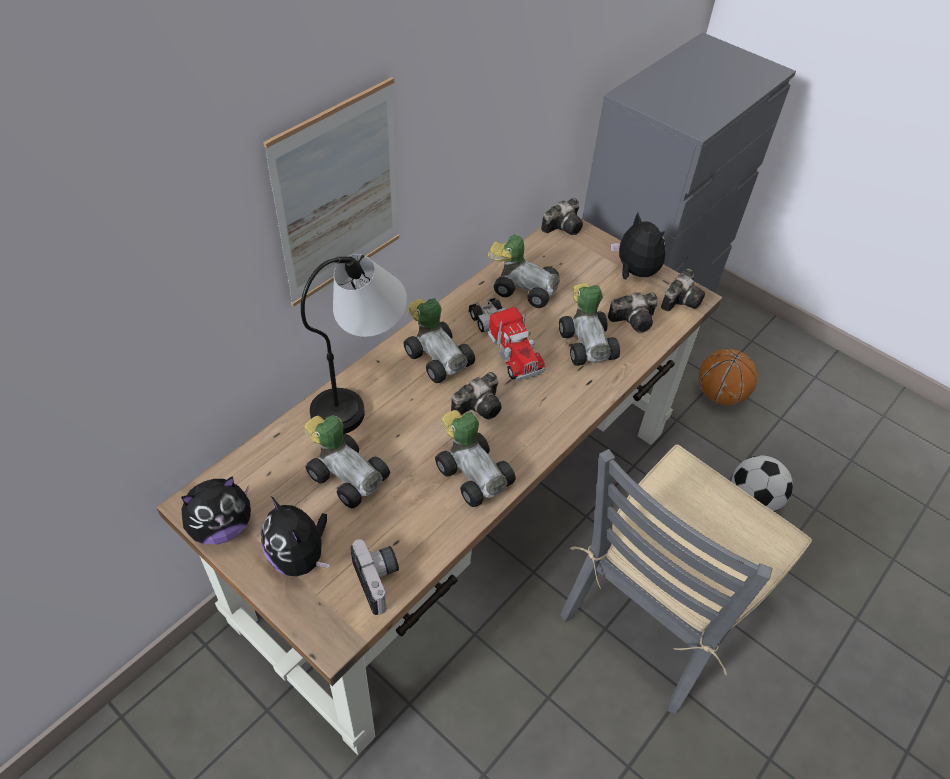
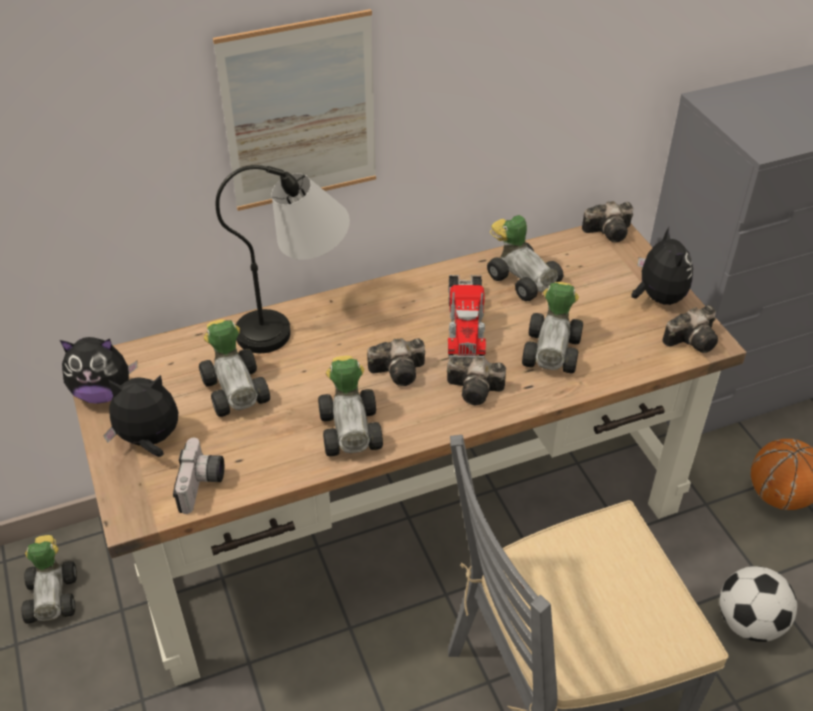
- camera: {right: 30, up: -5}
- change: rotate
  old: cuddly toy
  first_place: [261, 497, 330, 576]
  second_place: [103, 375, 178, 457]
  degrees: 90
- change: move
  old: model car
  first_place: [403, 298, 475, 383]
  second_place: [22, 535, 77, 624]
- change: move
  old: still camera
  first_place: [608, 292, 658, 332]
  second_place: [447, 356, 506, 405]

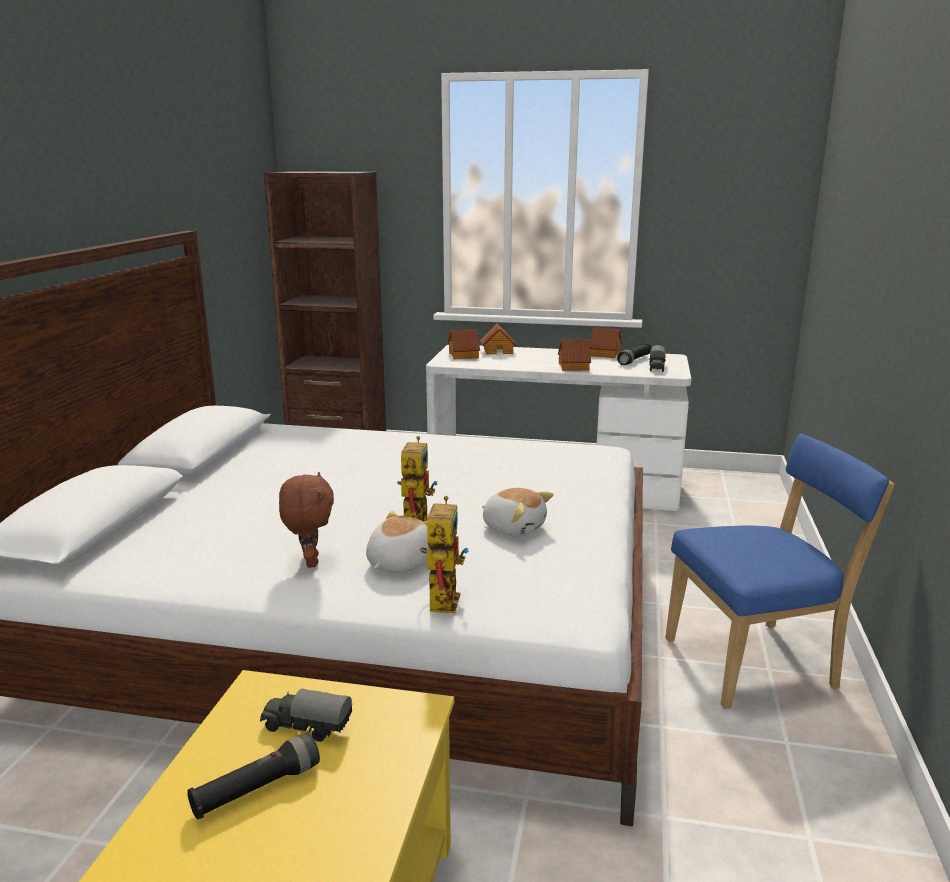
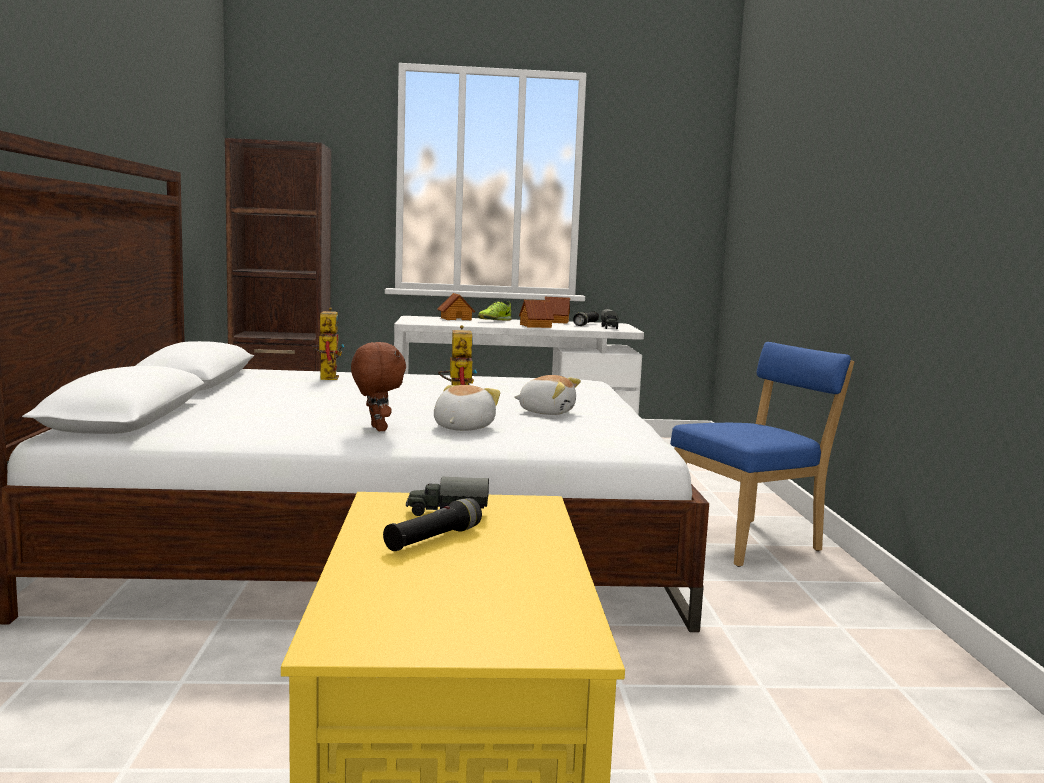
- camera: {right: -15, up: -10}
- change: move
  old: toy robot
  first_place: [420, 496, 468, 613]
  second_place: [312, 307, 345, 380]
- change: delete
  old: miniature house
  first_place: [448, 329, 480, 360]
- change: insert
  new: low shoe
  second_place: [478, 301, 512, 321]

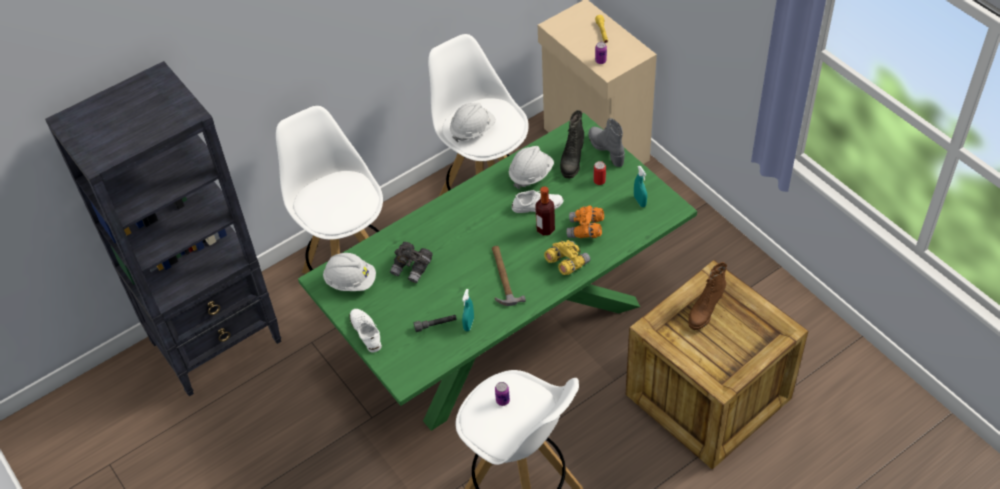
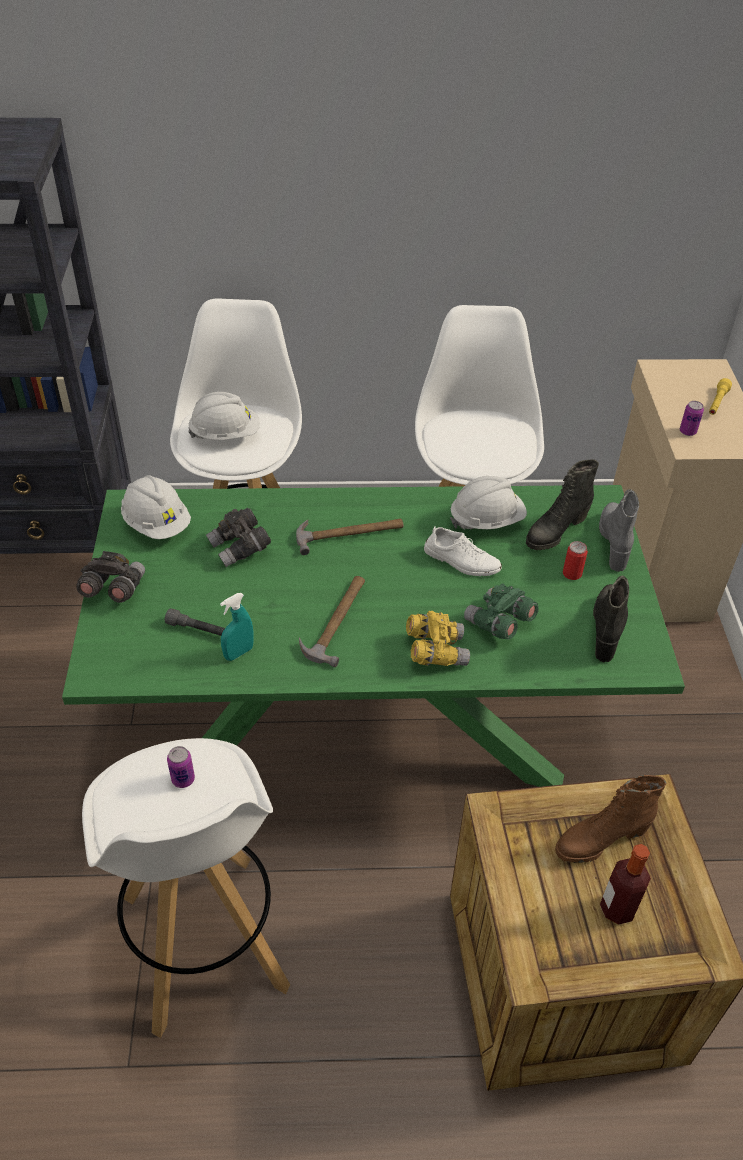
- camera: {right: 30, up: -5}
- change: replace
  old: white-coloured low shoe
  new: gray pair of binoculars
  first_place: [349, 309, 382, 353]
  second_place: [76, 551, 145, 603]
- change: move
  old: white-coloured hard hat
  first_place: [450, 103, 496, 142]
  second_place: [188, 392, 260, 440]
- change: move
  old: bottle
  first_place: [535, 186, 555, 235]
  second_place: [600, 844, 651, 924]
- change: recolor
  old: orangey pair of binoculars
  new: greenish pair of binoculars
  first_place: [566, 205, 604, 238]
  second_place: [464, 583, 538, 639]
- change: replace
  old: turquoise hand sprayer
  new: blackish tall boot
  first_place: [634, 166, 647, 207]
  second_place: [593, 576, 629, 662]
- change: insert
  new: hammer
  second_place: [296, 519, 404, 555]

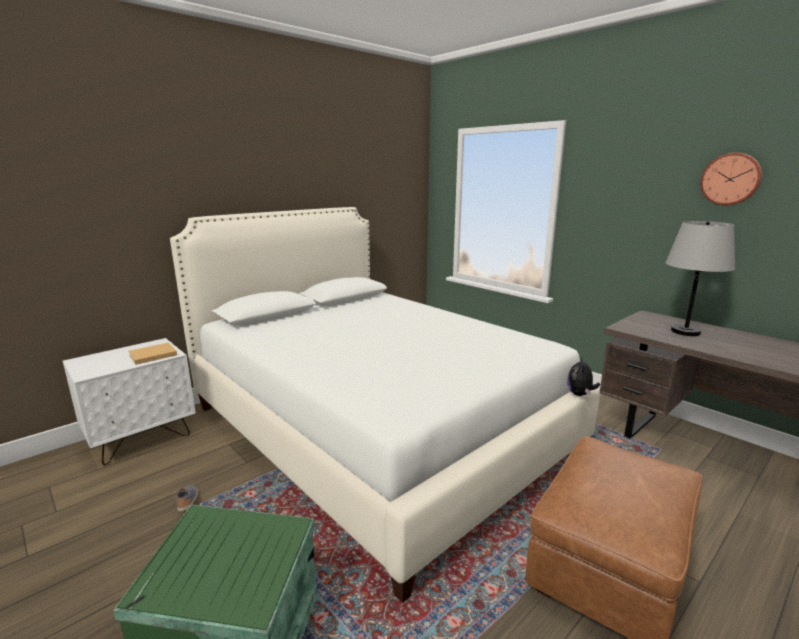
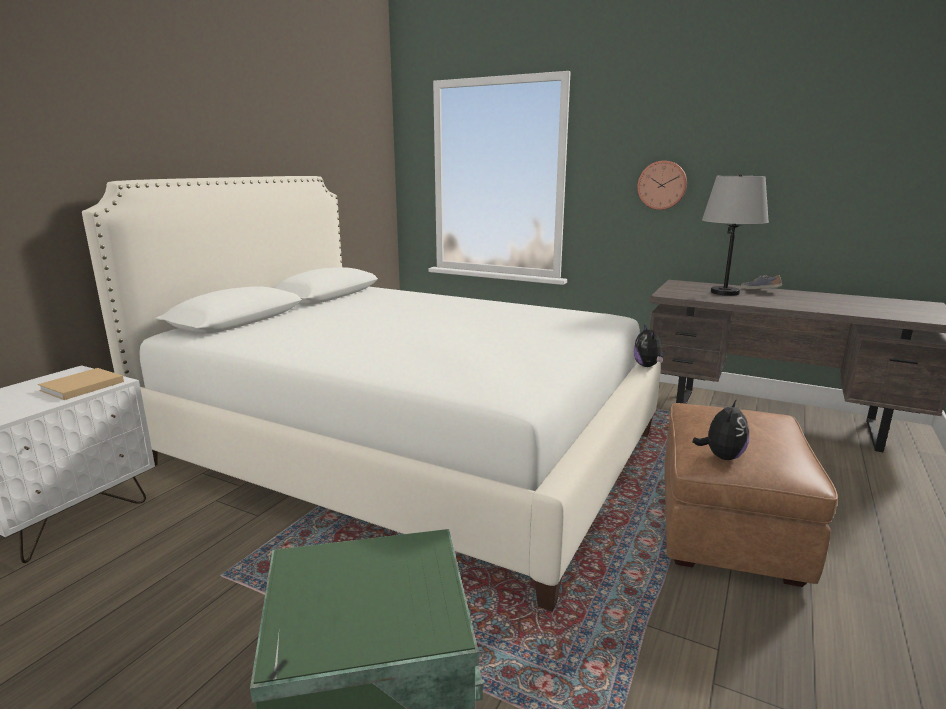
- camera: {right: -20, up: 0}
- change: move
  old: low shoe
  first_place: [177, 485, 198, 512]
  second_place: [741, 275, 782, 289]
- change: move
  old: wall clock
  first_place: [700, 153, 762, 205]
  second_place: [637, 161, 687, 210]
- change: insert
  new: cuddly toy
  second_place: [693, 399, 749, 460]

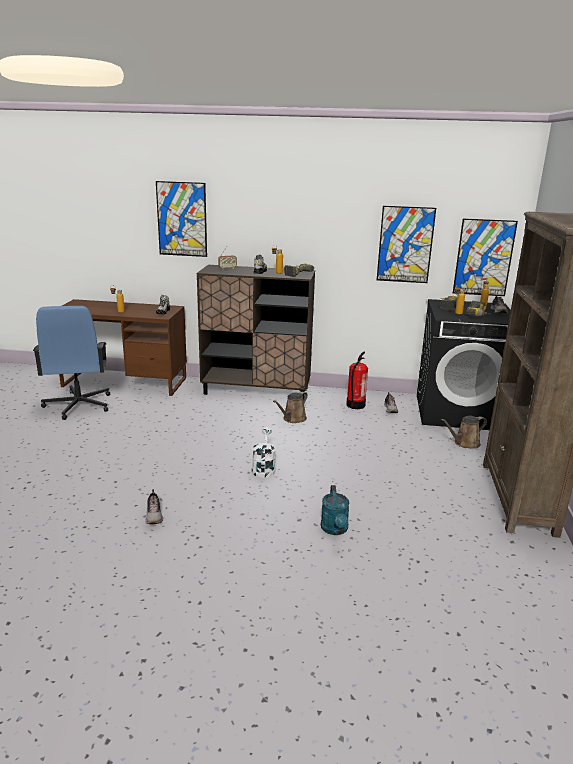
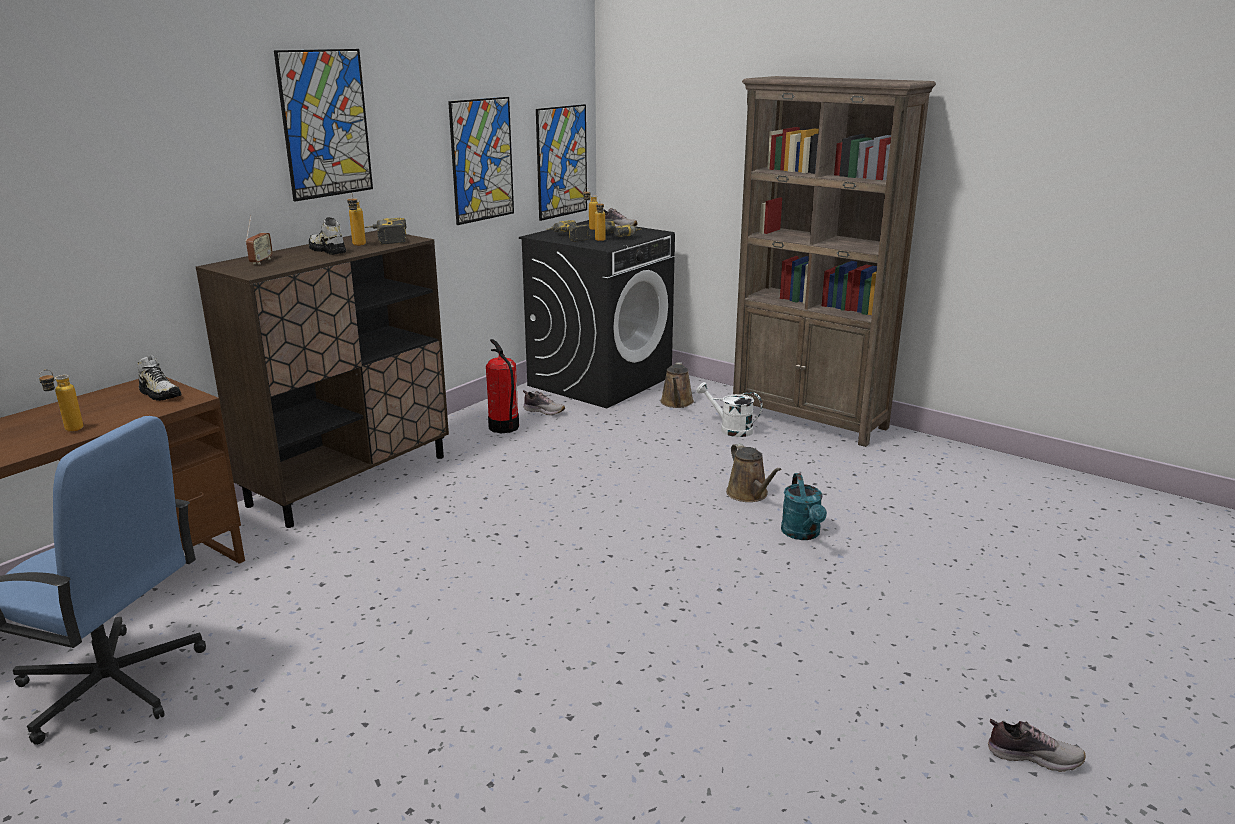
- camera: {right: -60, up: 0}
- change: move
  old: low shoe
  first_place: [145, 489, 163, 524]
  second_place: [988, 719, 1086, 772]
- change: move
  old: wall picture
  first_place: [156, 181, 207, 257]
  second_place: [274, 49, 373, 201]
- change: move
  old: white-coloured watering can
  first_place: [252, 427, 276, 478]
  second_place: [696, 382, 763, 437]
- change: move
  old: brown-coloured watering can
  first_place: [273, 392, 308, 423]
  second_place: [726, 443, 782, 502]
- change: rotate
  old: turquoise watering can
  first_place: [321, 485, 349, 535]
  second_place: [781, 473, 827, 540]
  degrees: 60

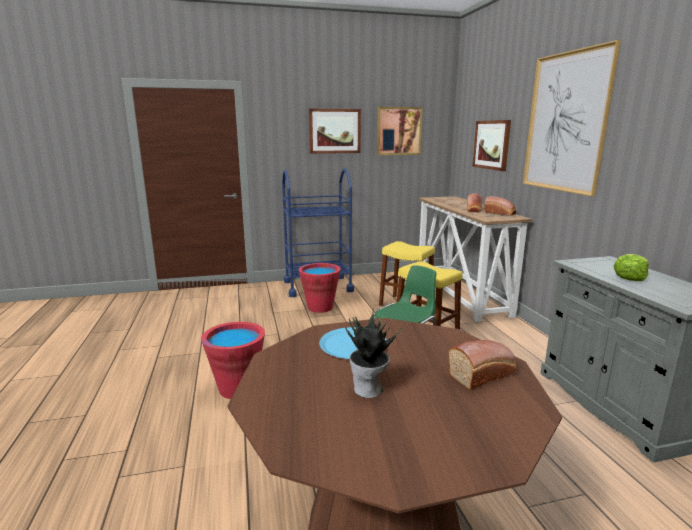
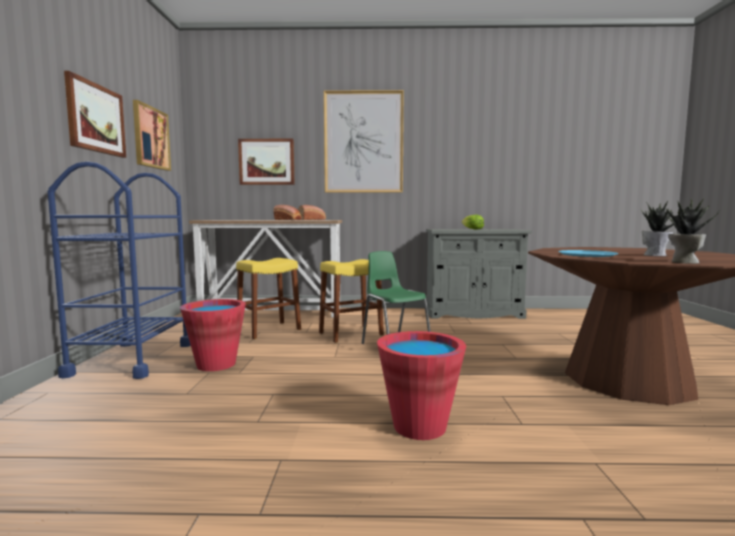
- camera: {right: -75, up: -10}
- change: delete
  old: bread
  first_place: [449, 340, 517, 390]
- change: insert
  new: potted plant
  second_place: [666, 198, 720, 264]

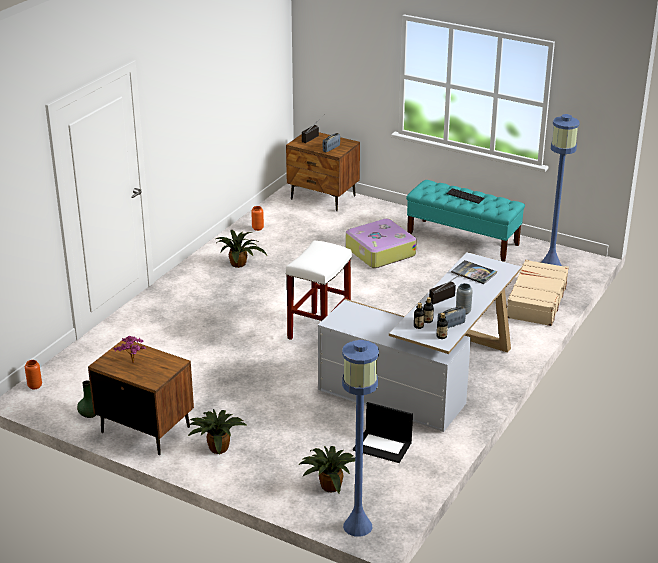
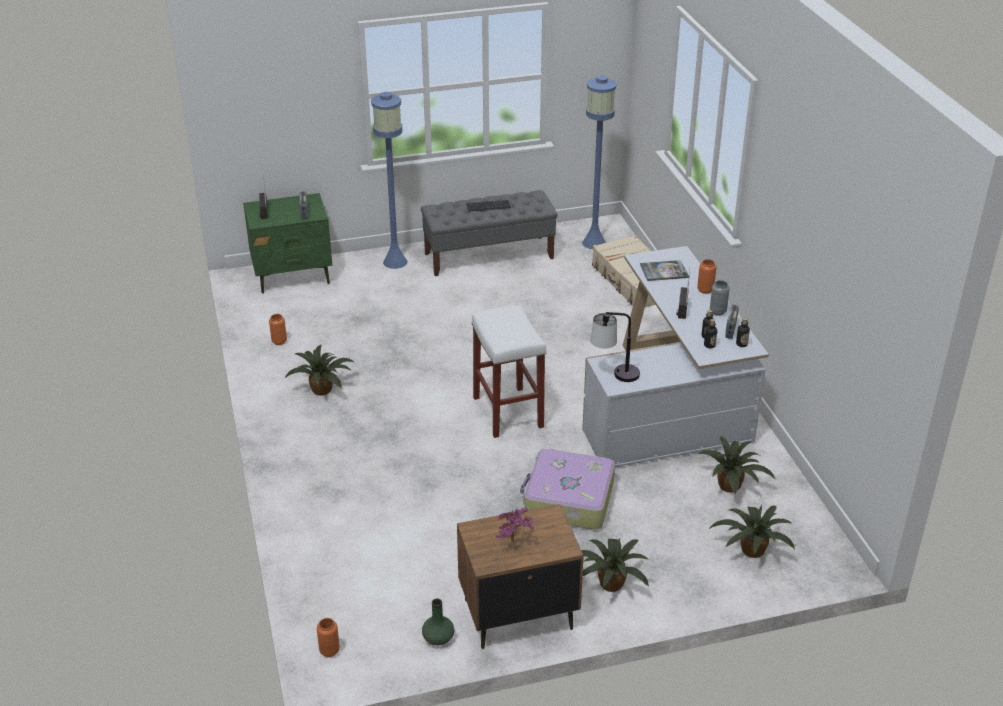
- camera: {right: -45, up: 5}
- change: recolor
  old: brown-coloured night table
  new: greenish night table
  first_place: [286, 132, 360, 211]
  second_place: [243, 193, 332, 294]
- change: move
  old: bluish floor lamp
  first_place: [342, 340, 379, 537]
  second_place: [371, 92, 407, 269]
- change: move
  old: piece of luggage
  first_place: [346, 219, 417, 268]
  second_place: [520, 449, 615, 530]
- change: replace
  old: laptop
  new: potted plant
  first_place: [353, 402, 413, 463]
  second_place: [698, 436, 776, 494]
- change: recolor
  old: turquoise long seat
  new: gray long seat
  first_place: [406, 180, 525, 262]
  second_place: [421, 190, 557, 276]
- change: insert
  new: table lamp
  second_place: [590, 312, 640, 382]
- change: insert
  new: orangey decorative vase
  second_place: [697, 259, 717, 294]

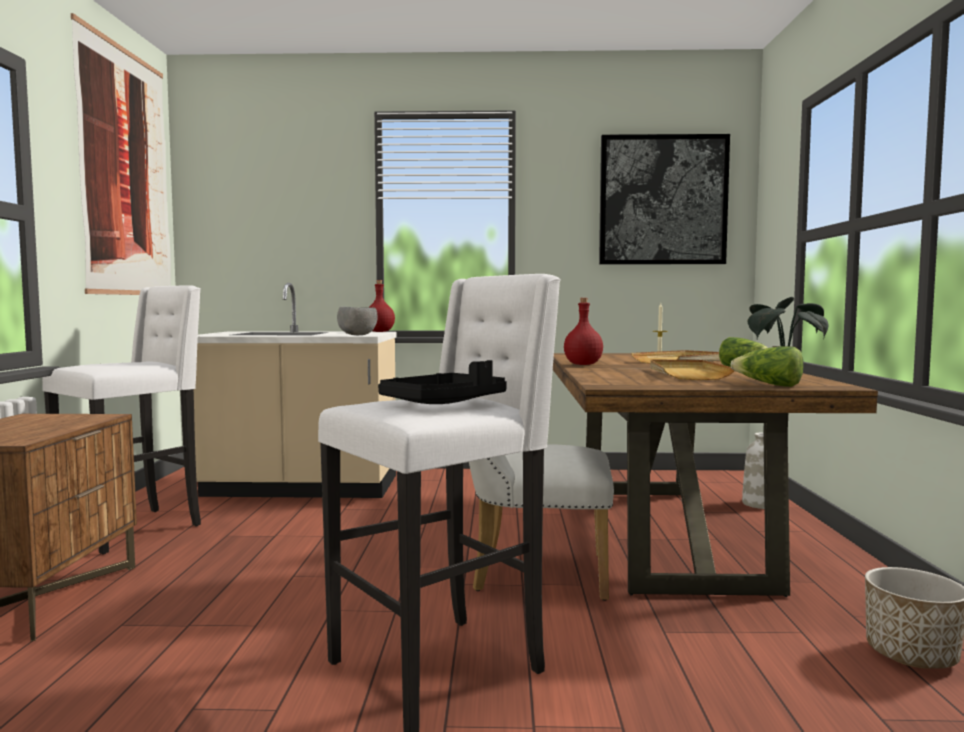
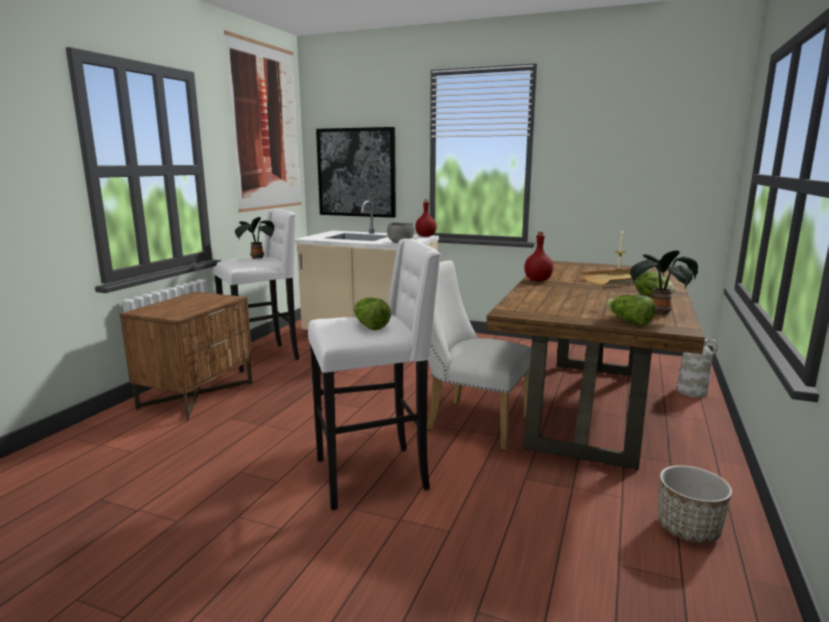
- camera: {right: 20, up: 10}
- change: replace
  old: blackish tray
  new: head of lettuce
  first_place: [378, 360, 507, 404]
  second_place: [354, 298, 391, 330]
- change: move
  old: wall picture
  first_place: [599, 134, 730, 264]
  second_place: [316, 127, 396, 218]
- change: delete
  old: sand-coloured tray
  first_place: [650, 359, 734, 380]
- change: insert
  new: potted plant
  second_place: [235, 217, 274, 259]

